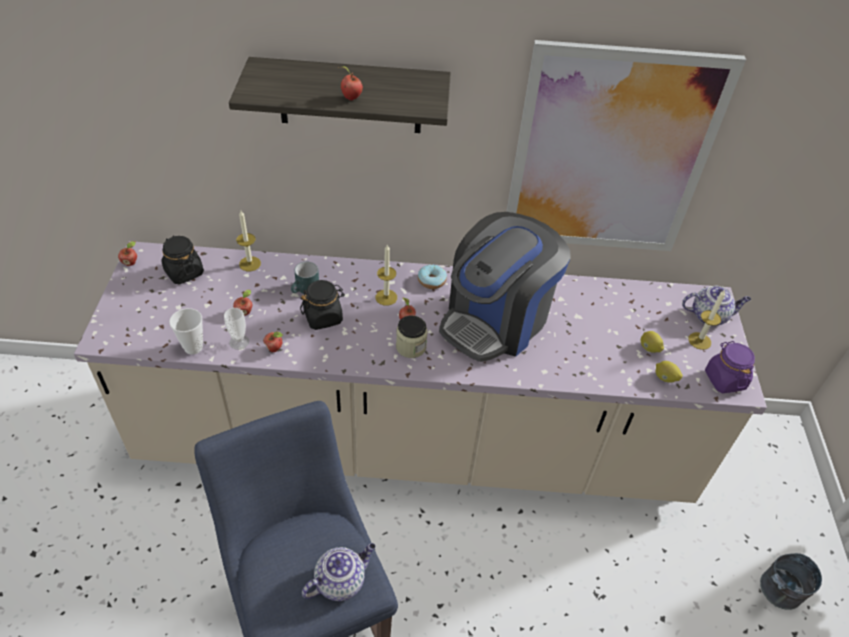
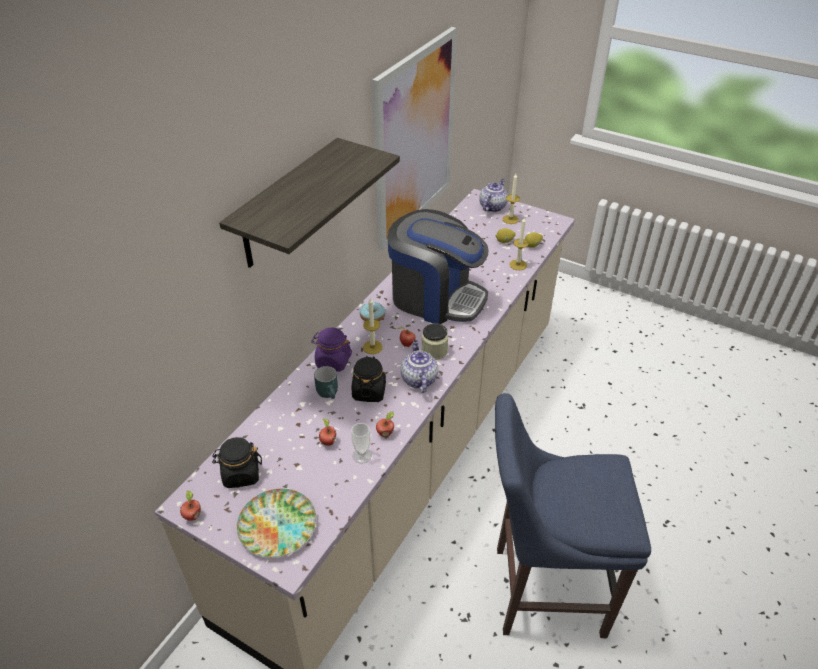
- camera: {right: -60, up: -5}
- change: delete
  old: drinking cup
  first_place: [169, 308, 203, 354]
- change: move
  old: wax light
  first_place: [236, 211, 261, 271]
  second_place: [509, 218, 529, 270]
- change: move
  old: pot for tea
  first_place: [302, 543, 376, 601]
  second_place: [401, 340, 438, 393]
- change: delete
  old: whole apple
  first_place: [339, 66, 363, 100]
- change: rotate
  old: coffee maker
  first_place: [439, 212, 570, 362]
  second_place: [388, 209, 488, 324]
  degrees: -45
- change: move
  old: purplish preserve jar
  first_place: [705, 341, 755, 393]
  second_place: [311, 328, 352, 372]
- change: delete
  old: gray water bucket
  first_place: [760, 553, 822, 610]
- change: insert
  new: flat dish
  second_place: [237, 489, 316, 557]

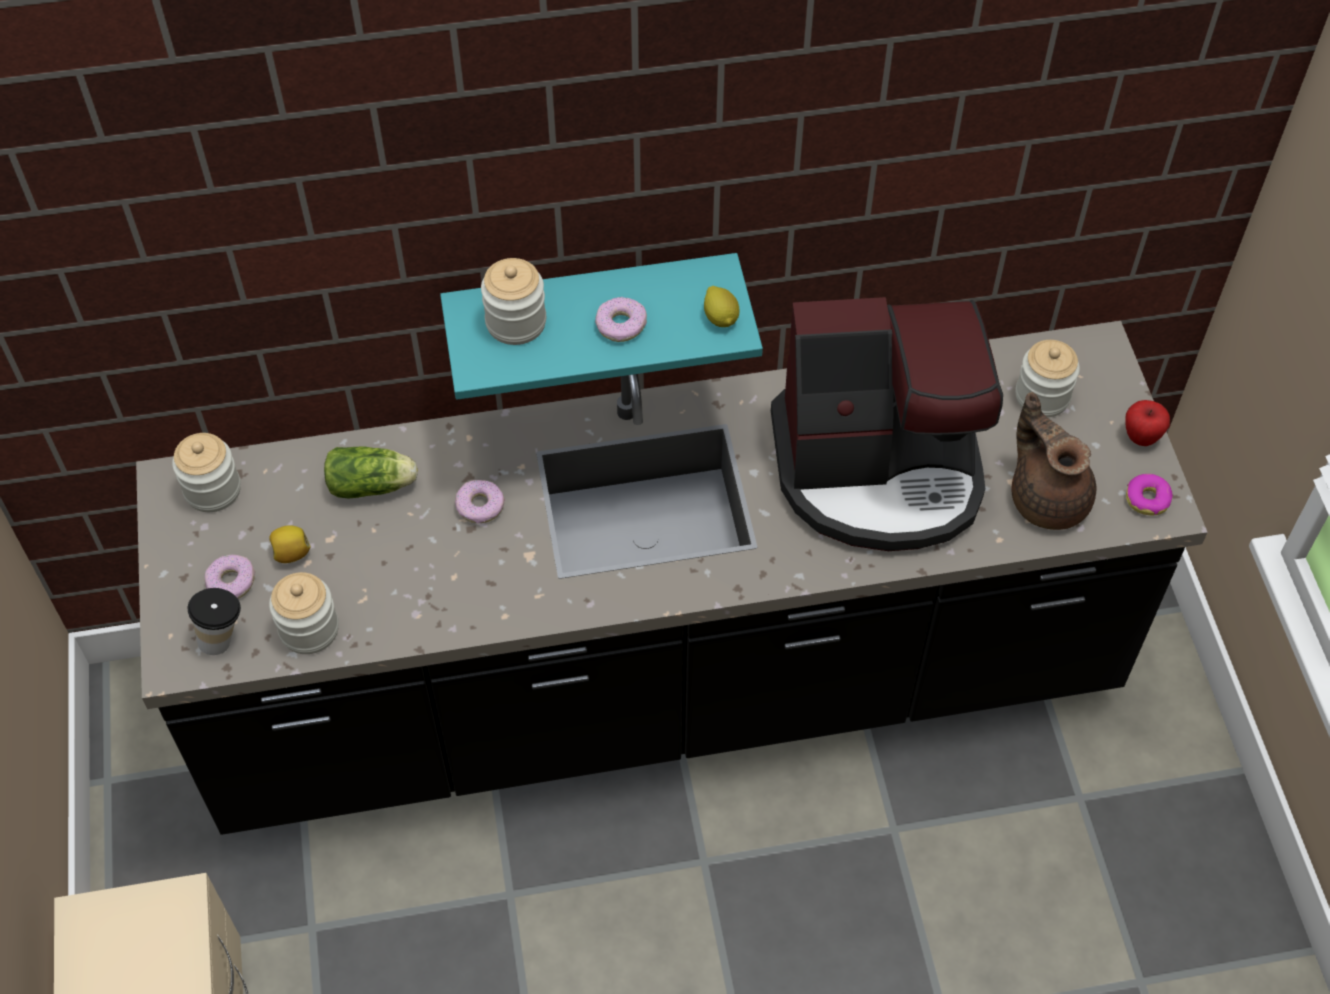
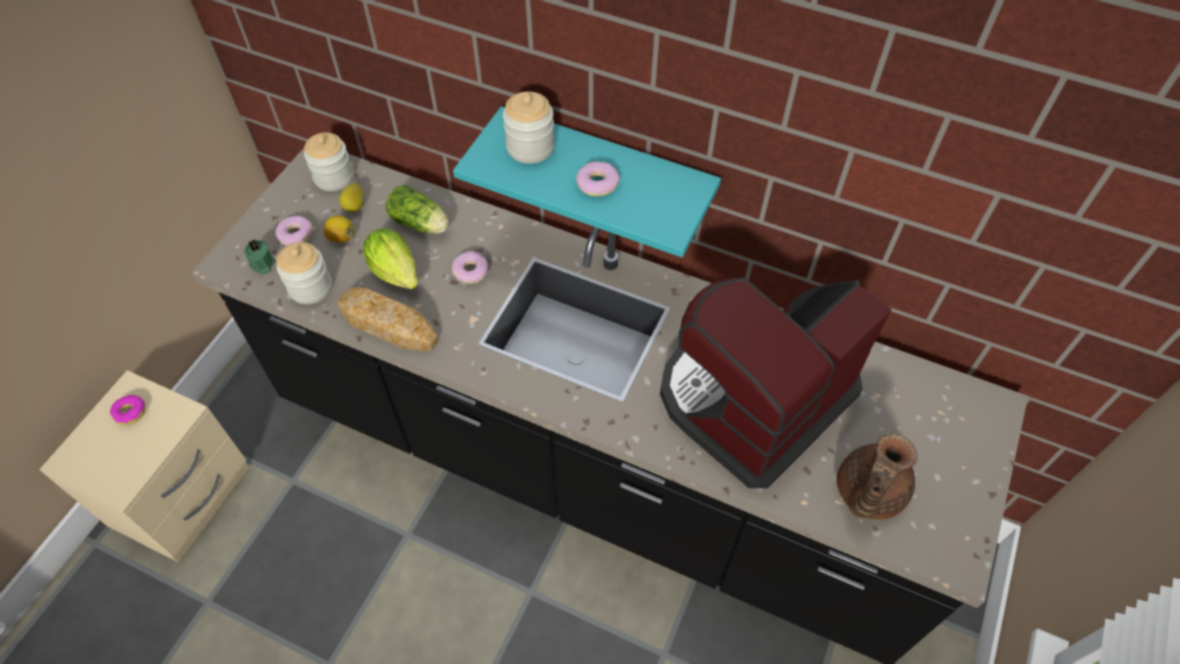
- camera: {right: 35, up: 0}
- change: replace
  old: drinking cup
  new: greenish wax light
  first_place: [187, 588, 241, 655]
  second_place: [244, 239, 275, 275]
- change: move
  old: citrus fruit
  first_place: [704, 286, 740, 327]
  second_place: [339, 183, 364, 212]
- change: rotate
  old: coffee maker
  first_place: [771, 297, 1003, 551]
  second_place: [660, 277, 892, 488]
  degrees: 105
- change: rotate
  old: brown-coloured pot for tea
  first_place: [1012, 392, 1096, 530]
  second_place: [837, 433, 917, 520]
  degrees: -150
- change: delete
  old: preserve jar
  first_place: [1015, 340, 1080, 418]
- change: delete
  old: whole apple
  first_place: [1125, 400, 1170, 446]
- change: move
  old: doughnut
  first_place: [1126, 474, 1173, 515]
  second_place: [110, 395, 146, 425]
- change: insert
  new: bread
  second_place: [337, 287, 439, 351]
- change: insert
  new: head of lettuce
  second_place: [363, 229, 418, 289]

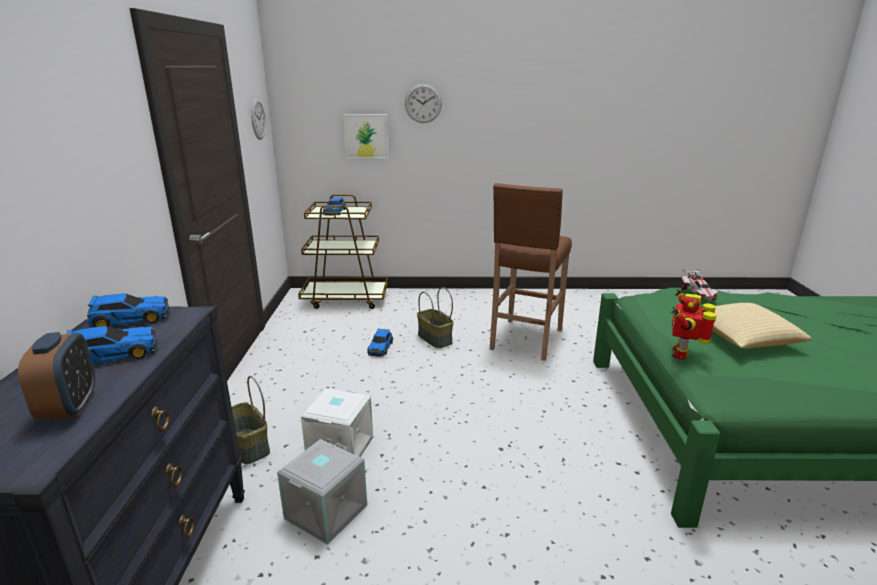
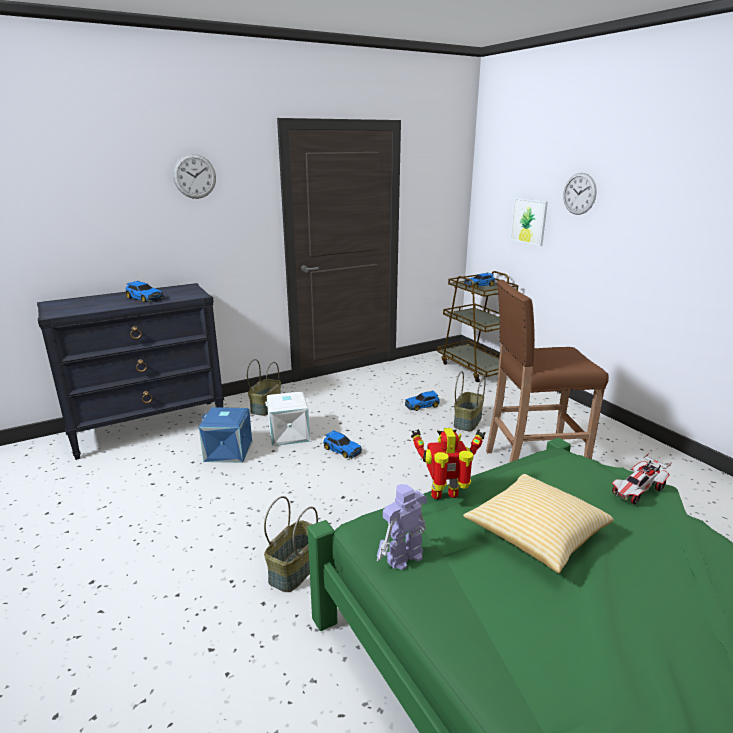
- camera: {right: 60, up: 0}
- change: delete
  old: table clock
  first_place: [18, 332, 95, 421]
- change: move
  old: model car
  first_place: [87, 293, 170, 327]
  second_place: [323, 430, 362, 459]
- change: move
  old: wall clock
  first_place: [251, 98, 266, 140]
  second_place: [173, 154, 216, 199]
- change: recolor
  old: gray storage container
  new: bluish storage container
  first_place: [277, 439, 367, 545]
  second_place: [199, 407, 252, 463]
- change: insert
  new: household basket
  second_place: [264, 496, 318, 592]
- change: insert
  new: toy robot
  second_place: [377, 484, 427, 570]

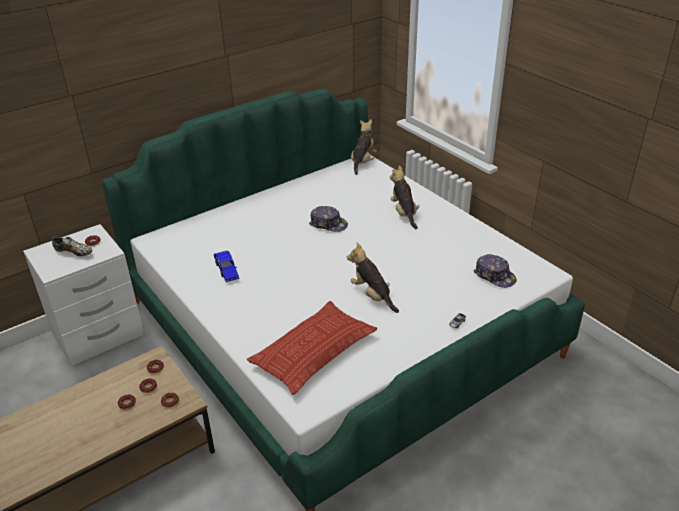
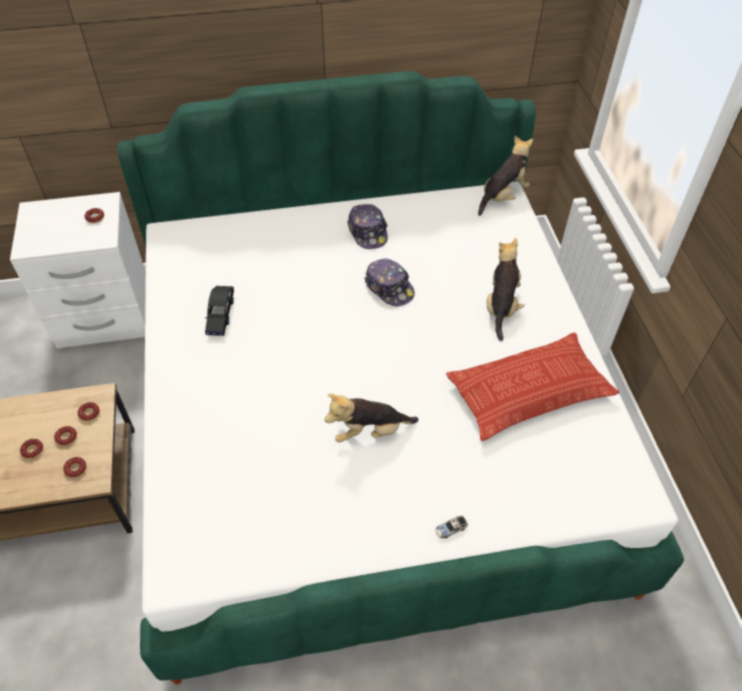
- camera: {right: 25, up: 15}
- change: delete
  old: low shoe
  first_place: [52, 236, 92, 256]
- change: recolor
  old: bluish model car
  new: blackish model car
  first_place: [214, 251, 239, 282]
  second_place: [205, 286, 234, 336]
- change: move
  old: pillow
  first_place: [247, 301, 377, 395]
  second_place: [446, 332, 619, 441]
- change: rotate
  old: cuddly toy
  first_place: [347, 242, 399, 313]
  second_place: [325, 394, 418, 442]
  degrees: -90
- change: move
  old: baseball cap
  first_place: [474, 254, 517, 288]
  second_place: [347, 204, 388, 249]

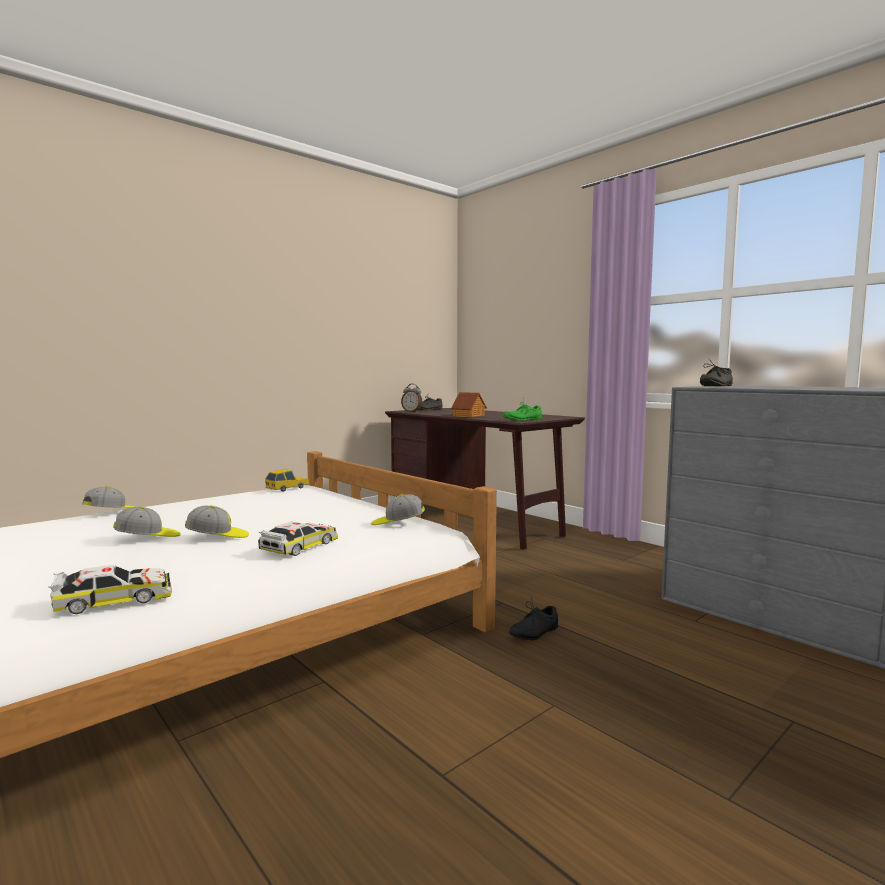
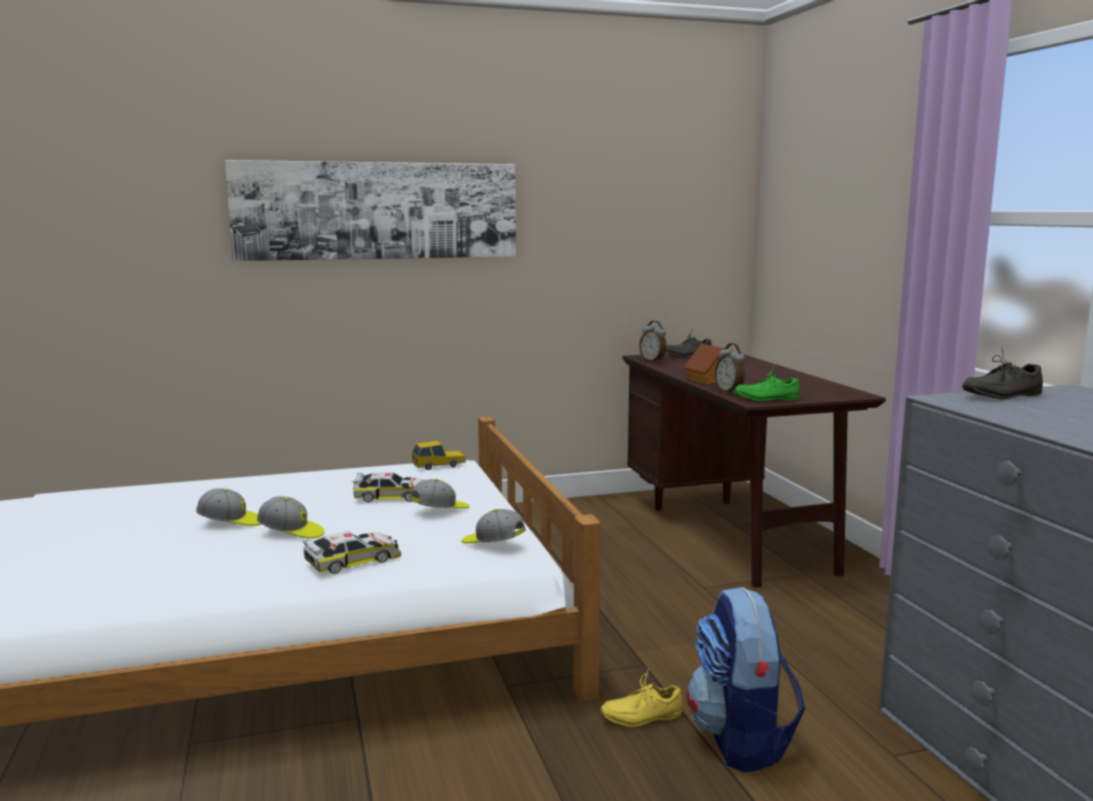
- camera: {right: 25, up: 5}
- change: move
  old: model car
  first_place: [48, 565, 172, 614]
  second_place: [352, 472, 424, 502]
- change: move
  old: baseball cap
  first_place: [82, 486, 136, 508]
  second_place: [410, 479, 470, 508]
- change: recolor
  old: blackish low shoe
  new: yellow-coloured low shoe
  first_place: [509, 597, 558, 640]
  second_place: [601, 668, 682, 727]
- change: insert
  new: wall picture
  second_place: [225, 160, 516, 261]
- change: insert
  new: backpack
  second_place: [687, 587, 805, 772]
- change: insert
  new: table clock
  second_place: [715, 343, 745, 394]

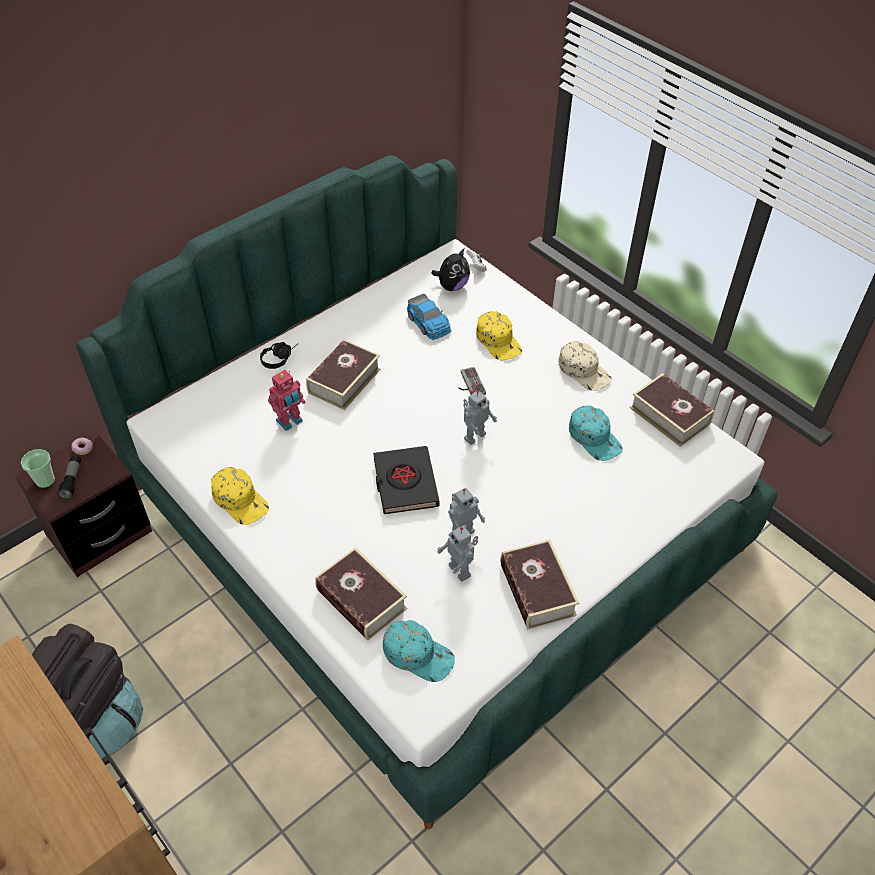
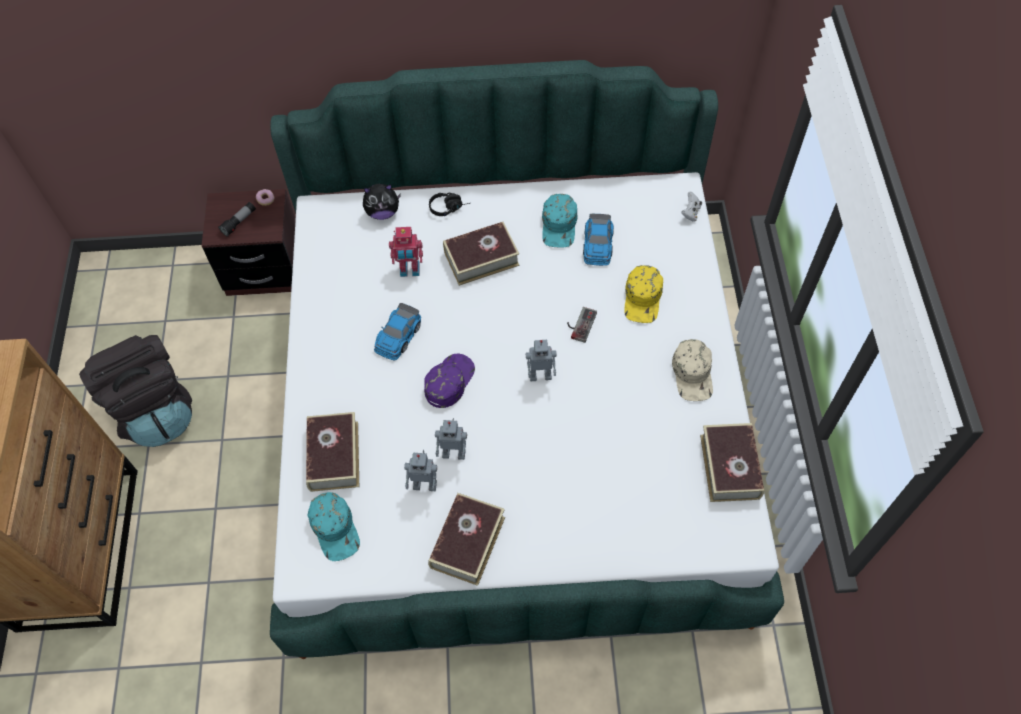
- camera: {right: 40, up: 10}
- change: delete
  old: drinking cup
  first_place: [21, 449, 55, 488]
- change: delete
  old: yellow-coloured baseball cap
  first_place: [211, 467, 269, 525]
- change: replace
  old: blackish volume
  new: purplish baseball cap
  first_place: [373, 446, 440, 514]
  second_place: [424, 353, 475, 408]
- change: move
  old: cuddly toy
  first_place: [431, 249, 470, 291]
  second_place: [363, 184, 401, 220]
- change: rotate
  old: toy robot
  first_place: [437, 526, 478, 582]
  second_place: [404, 450, 437, 491]
  degrees: -90
- change: move
  old: turquoise baseball cap
  first_place: [569, 405, 623, 461]
  second_place: [542, 194, 577, 248]
- change: insert
  new: model car
  second_place: [374, 303, 421, 360]

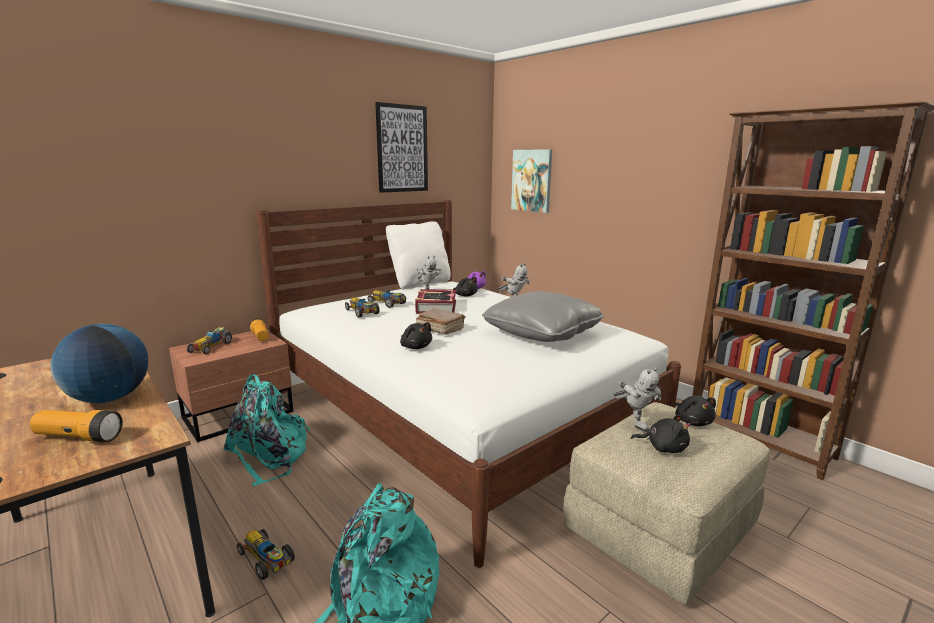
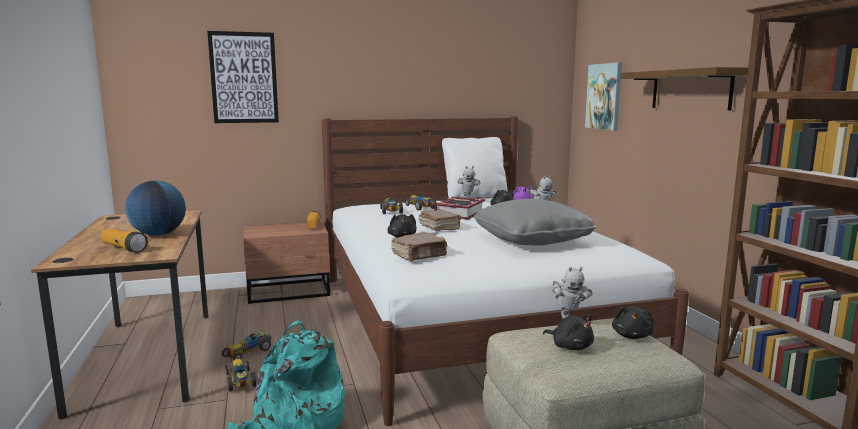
- camera: {right: 25, up: -5}
- change: move
  old: model car
  first_place: [187, 327, 232, 354]
  second_place: [222, 331, 271, 360]
- change: delete
  old: turquoise backpack
  first_place: [224, 374, 311, 486]
- change: move
  old: wall picture
  first_place: [375, 102, 428, 193]
  second_place: [207, 31, 279, 123]
- change: insert
  new: brown-coloured volume
  second_place: [391, 232, 447, 261]
- change: insert
  new: shelf
  second_place: [621, 67, 748, 111]

